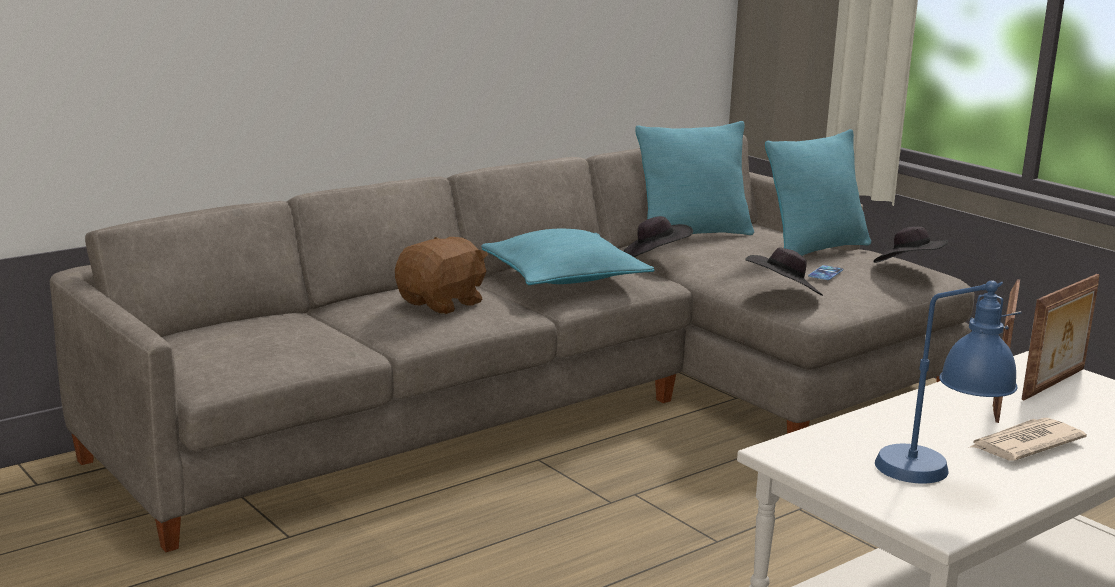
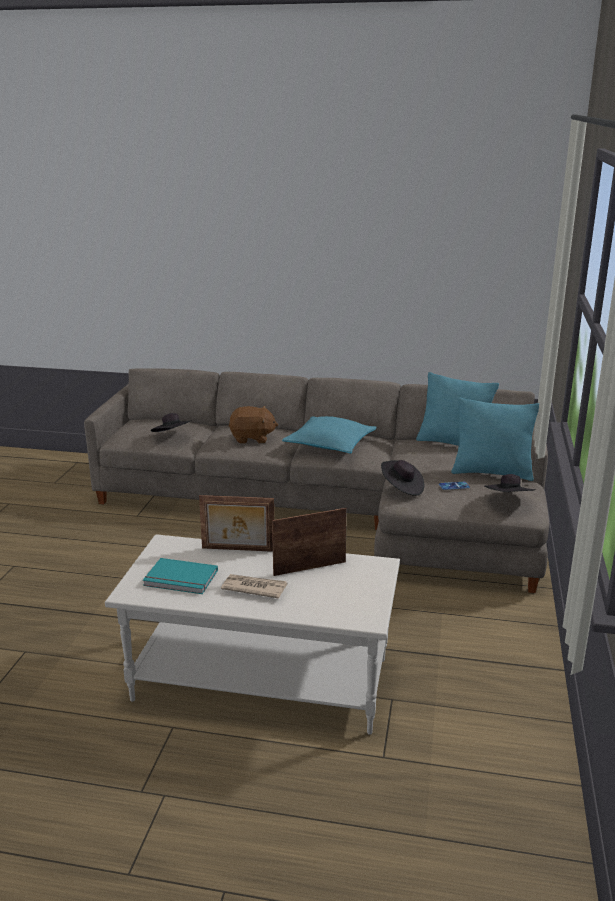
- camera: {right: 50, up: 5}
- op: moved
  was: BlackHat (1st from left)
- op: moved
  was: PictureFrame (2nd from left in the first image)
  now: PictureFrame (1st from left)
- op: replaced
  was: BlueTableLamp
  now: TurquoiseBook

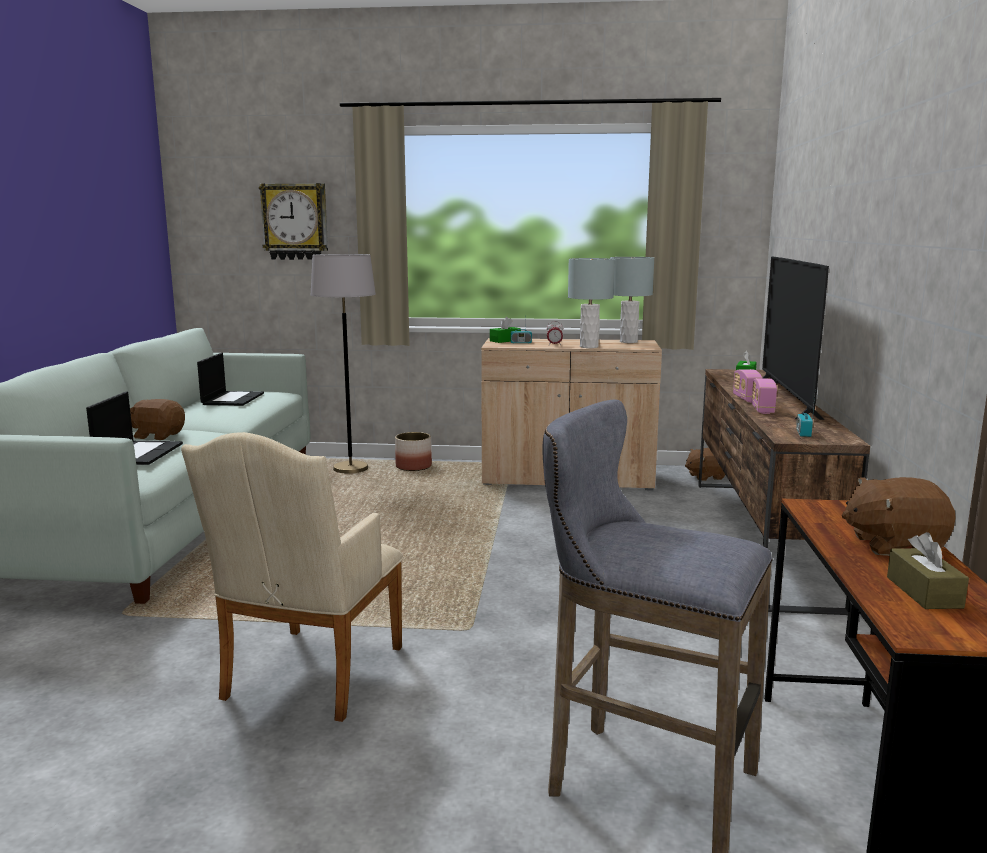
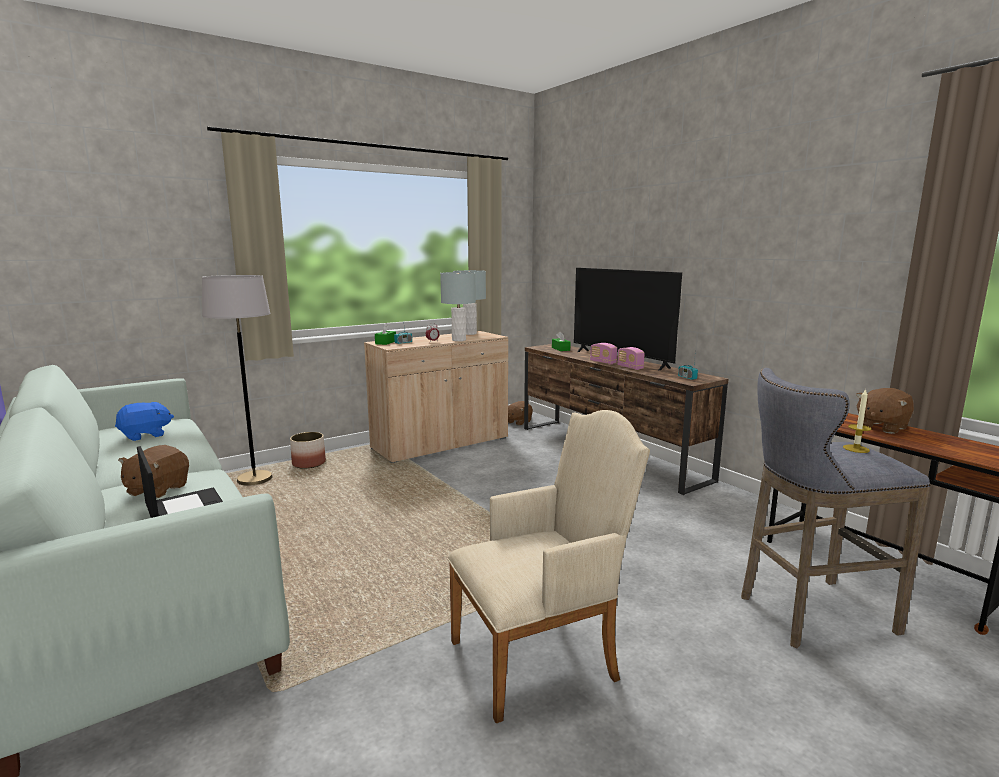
- camera: {right: -40, up: 0}
- op: removed
  was: WallClock
- op: removed
  was: BrownTissueBox
- op: added
  now: Candle
- op: replaced
  was: Laptop (2nd from left)
  now: BluePlushToy
- op: turned
  was: BrownPlushToy (1st from left)
  clockwise: -45
- op: turned
  was: BeigeArmchair
  clockwise: -90

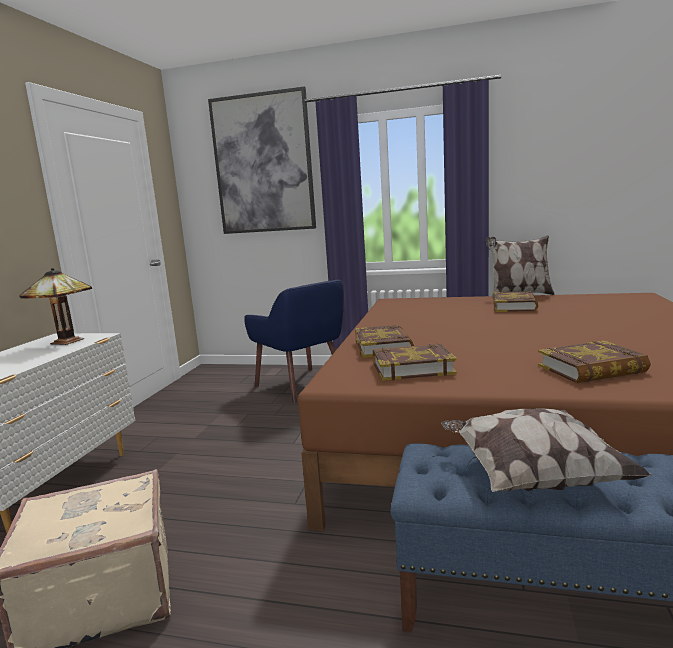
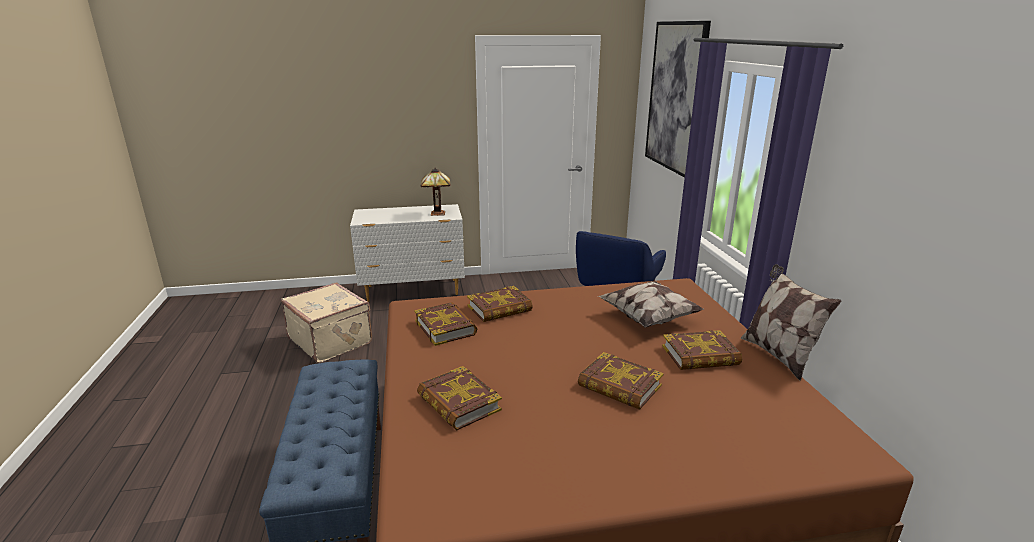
- camera: {right: 65, up: 10}
- op: added
  now: Book (4th from left)
- op: moved
  was: Pillow (2nd from left in the first image)
  now: Pillow (1st from left)

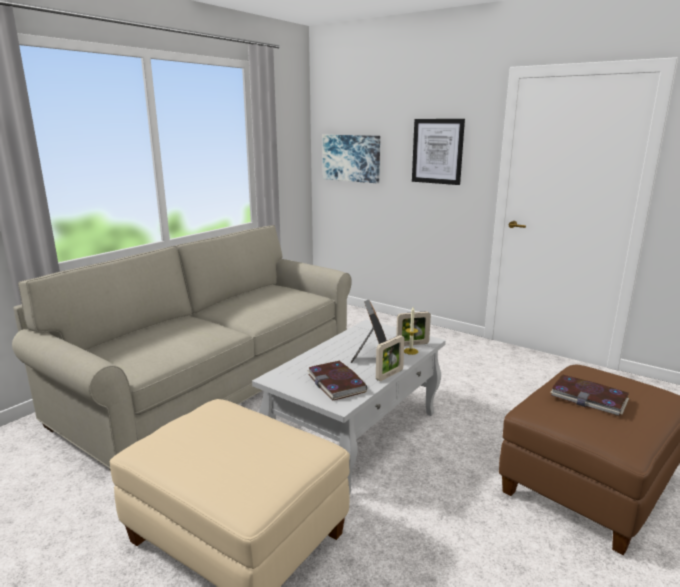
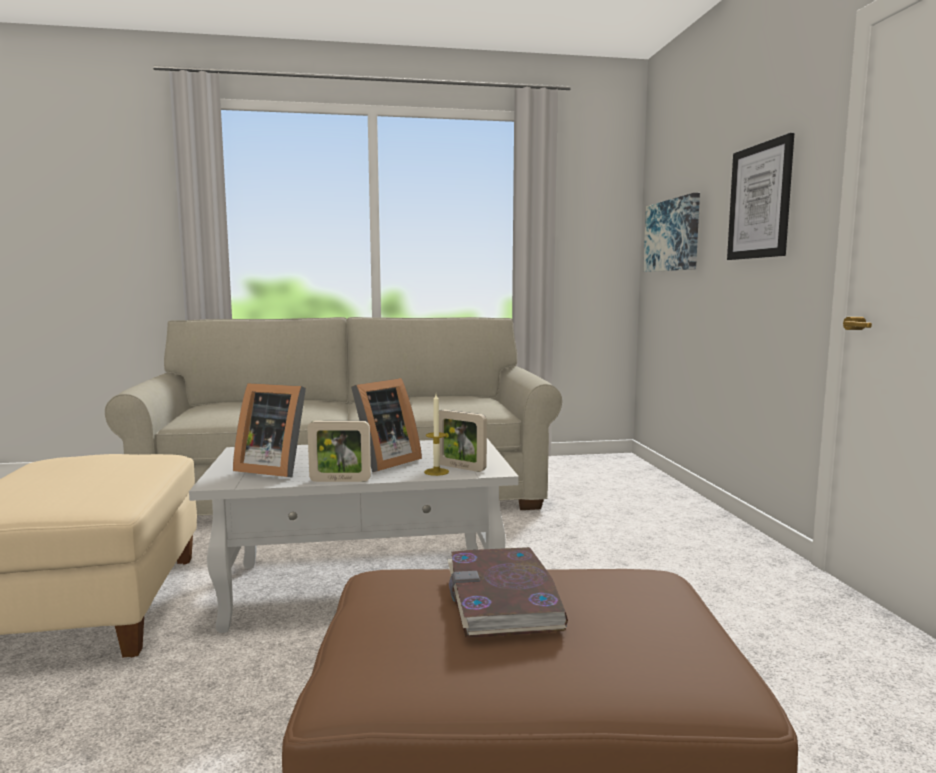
- camera: {right: 45, up: -10}
- op: replaced
  was: Book (1st from left)
  now: PictureFrame (1st from left)

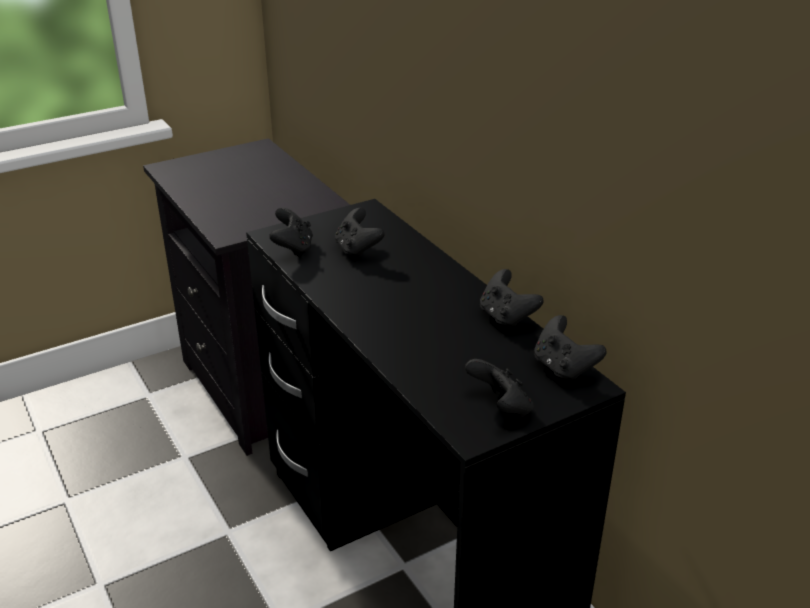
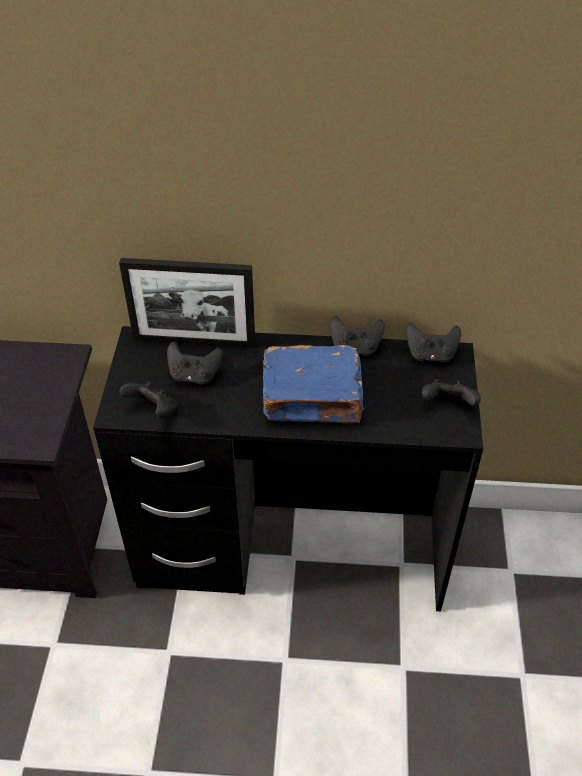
- camera: {right: -55, up: 15}
- op: added
  now: PictureFrame
- op: added
  now: BlueBook

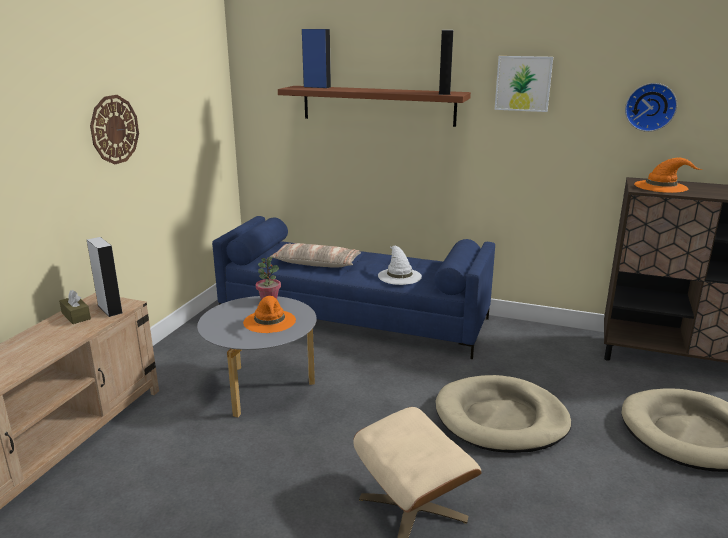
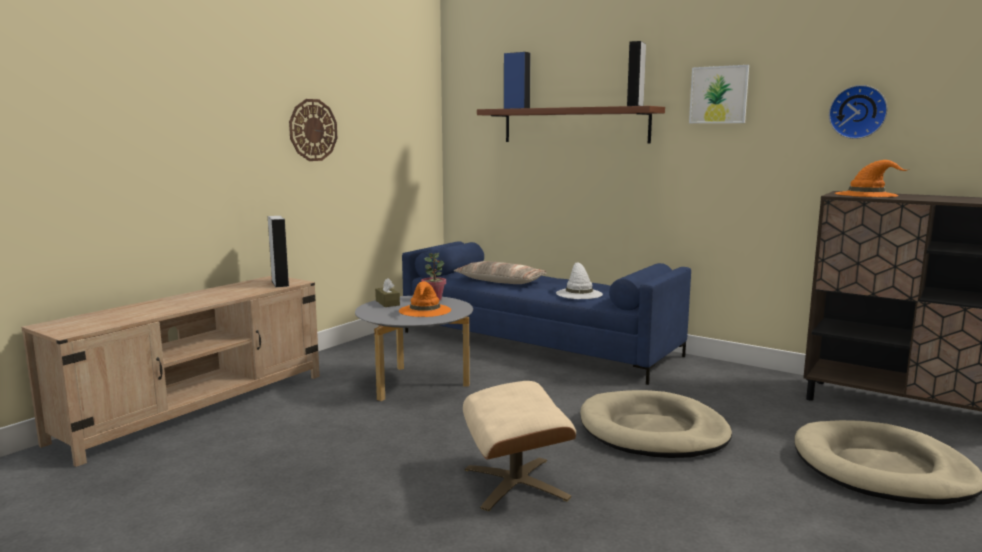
- camera: {right: 15, up: -10}
- op: moved
  was: BrownTissueBox

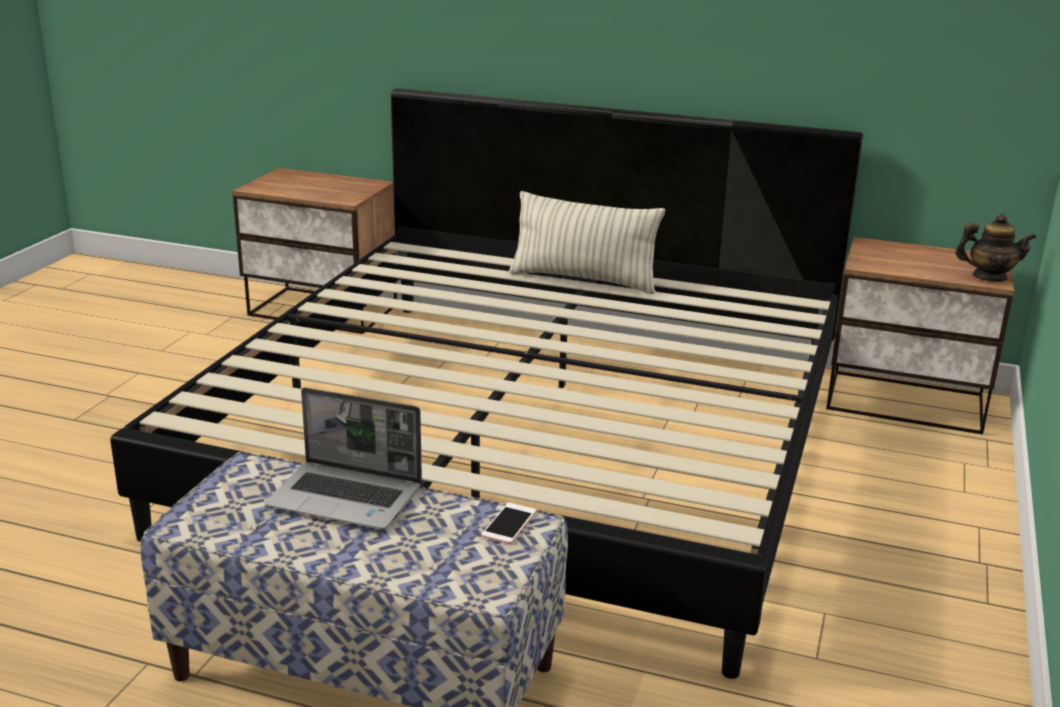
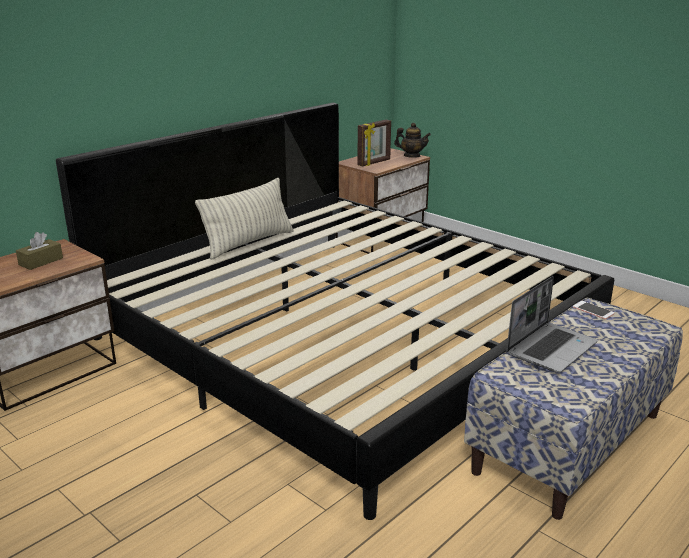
- camera: {right: -65, up: 0}
- op: added
  now: BrownTissueBox
- op: added
  now: PictureFrame
- op: turned
  was: Teapot
  clockwise: 75

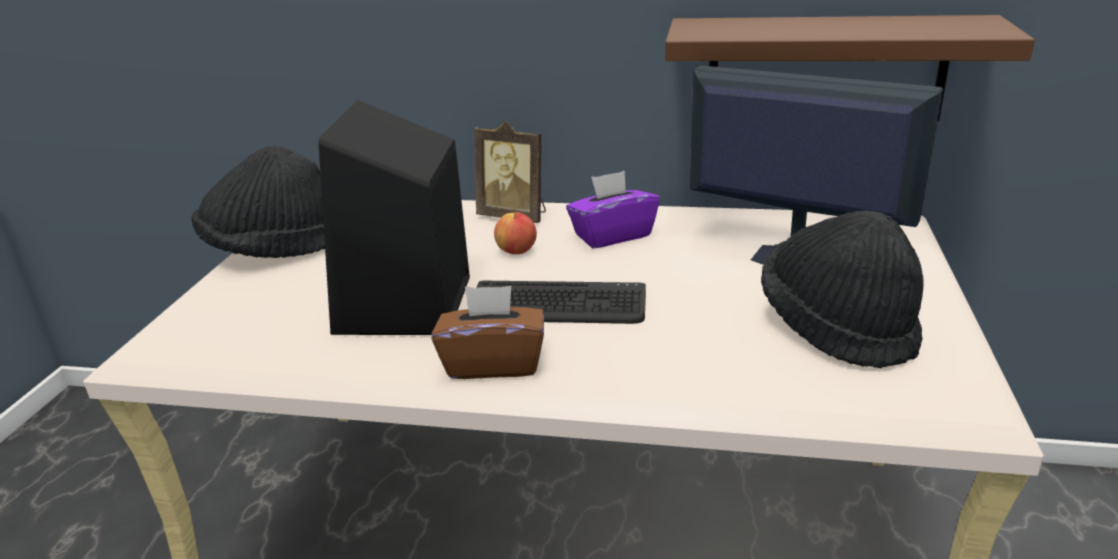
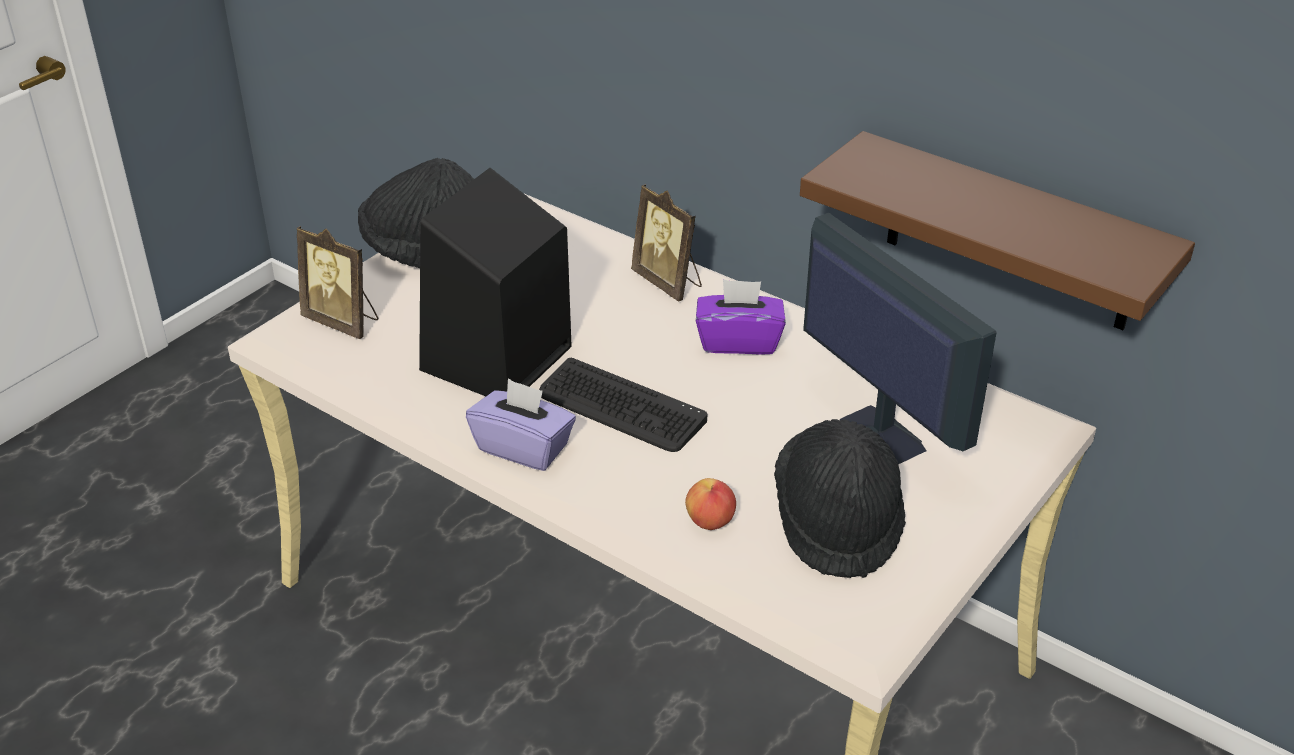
- camera: {right: 25, up: 10}
- op: added
  now: PictureFrame (1st from left)
- op: moved
  was: Apple
- op: recoloured
  was: BrownTissueBox
  now: PurpleTissueBox (1st from left)

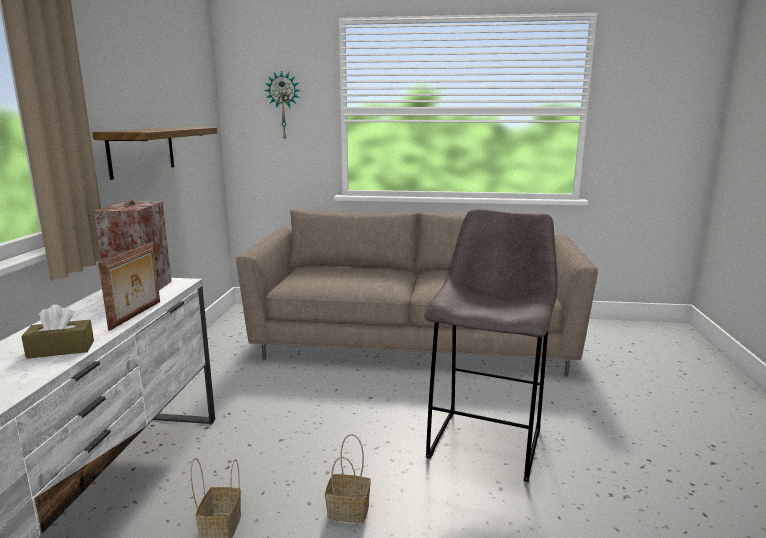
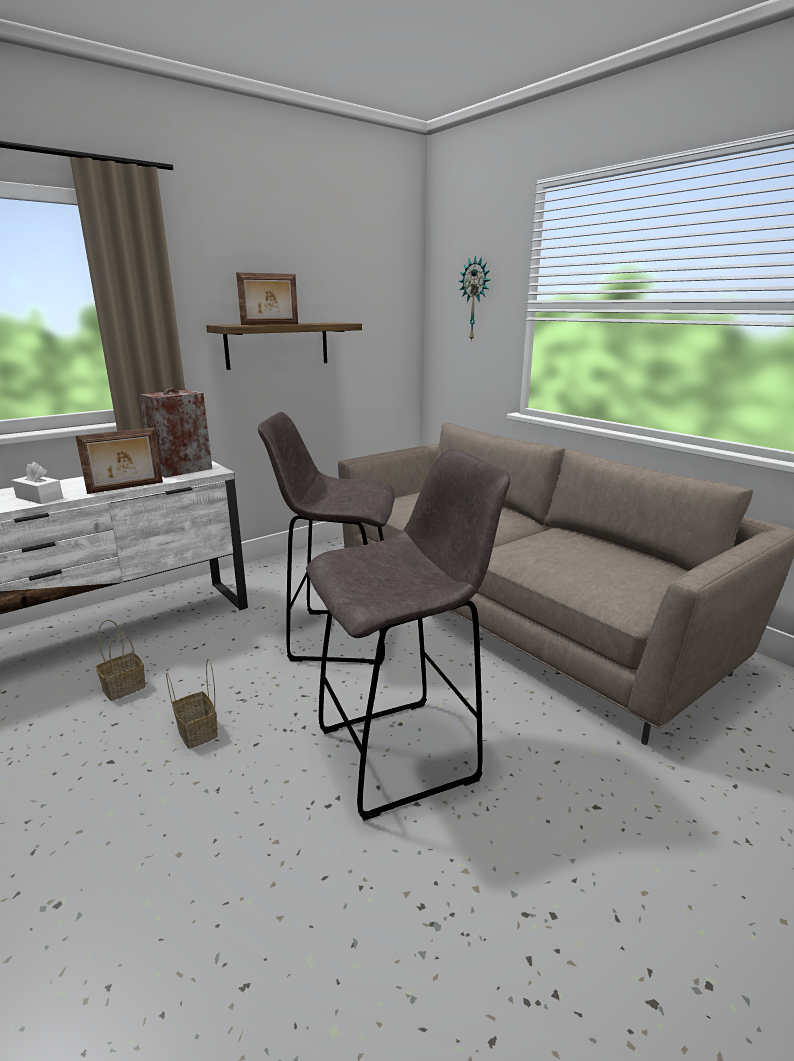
- camera: {right: 45, up: 5}
- op: added
  now: PictureFrame (2nd from left)
- op: added
  now: GreyStool (1st from left)
- op: recoloured
  was: BrownTissueBox
  now: WhiteTissueBox

